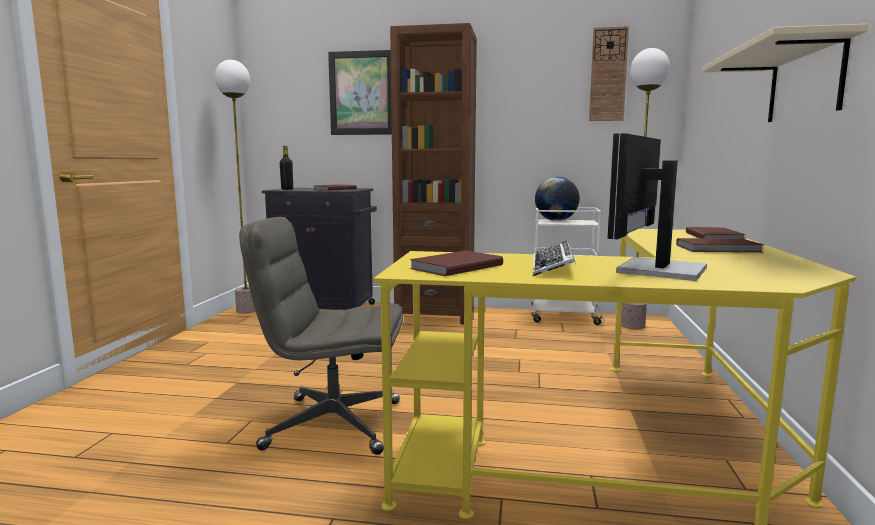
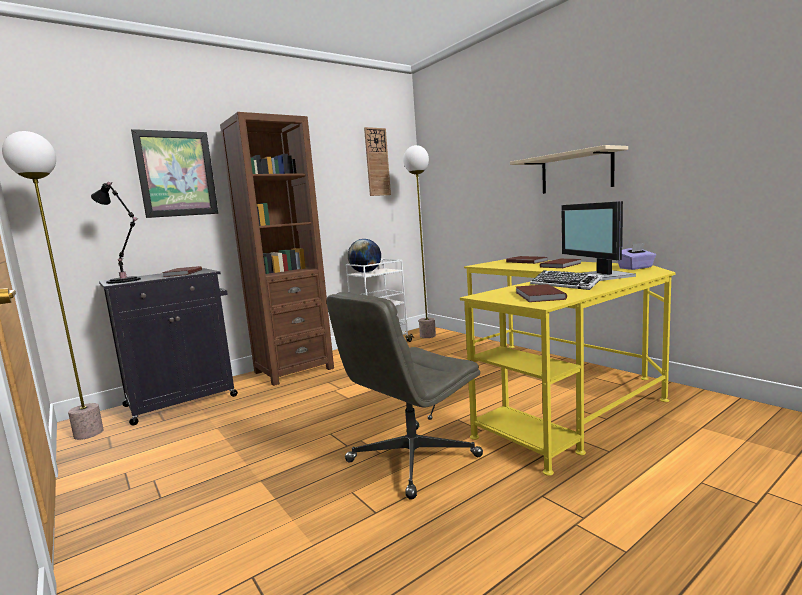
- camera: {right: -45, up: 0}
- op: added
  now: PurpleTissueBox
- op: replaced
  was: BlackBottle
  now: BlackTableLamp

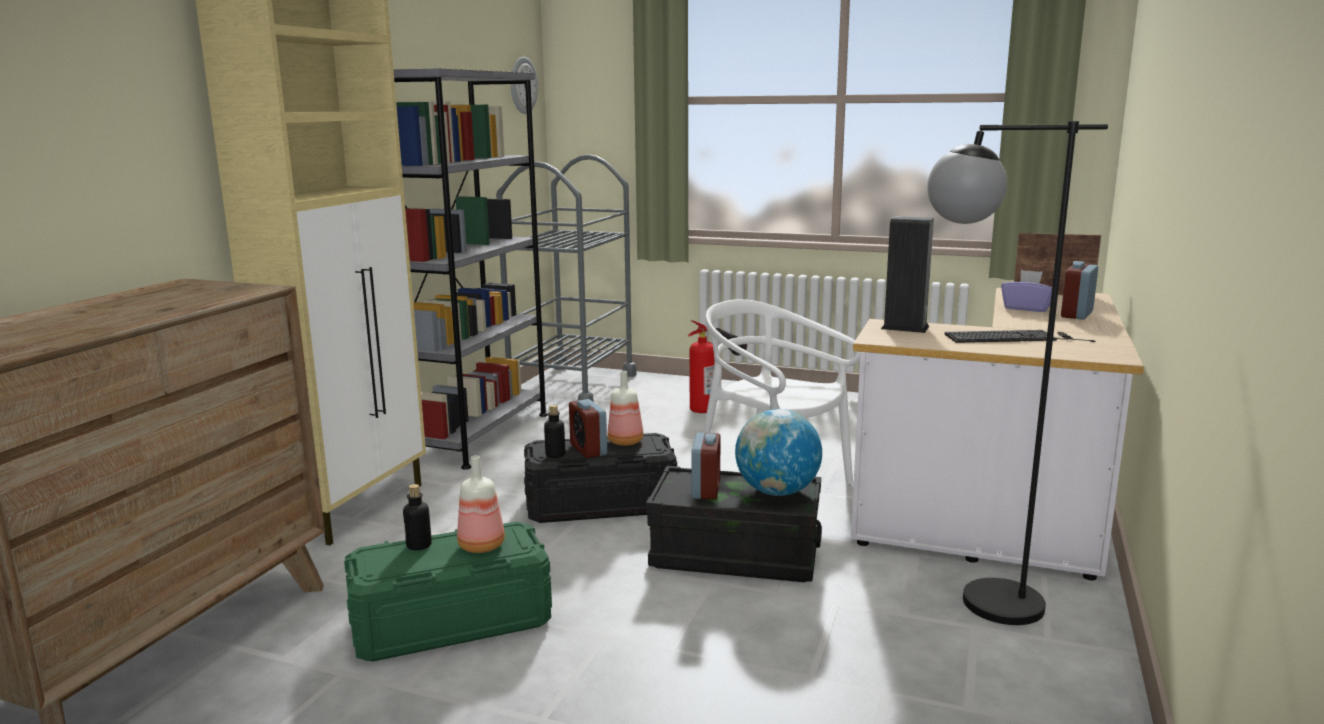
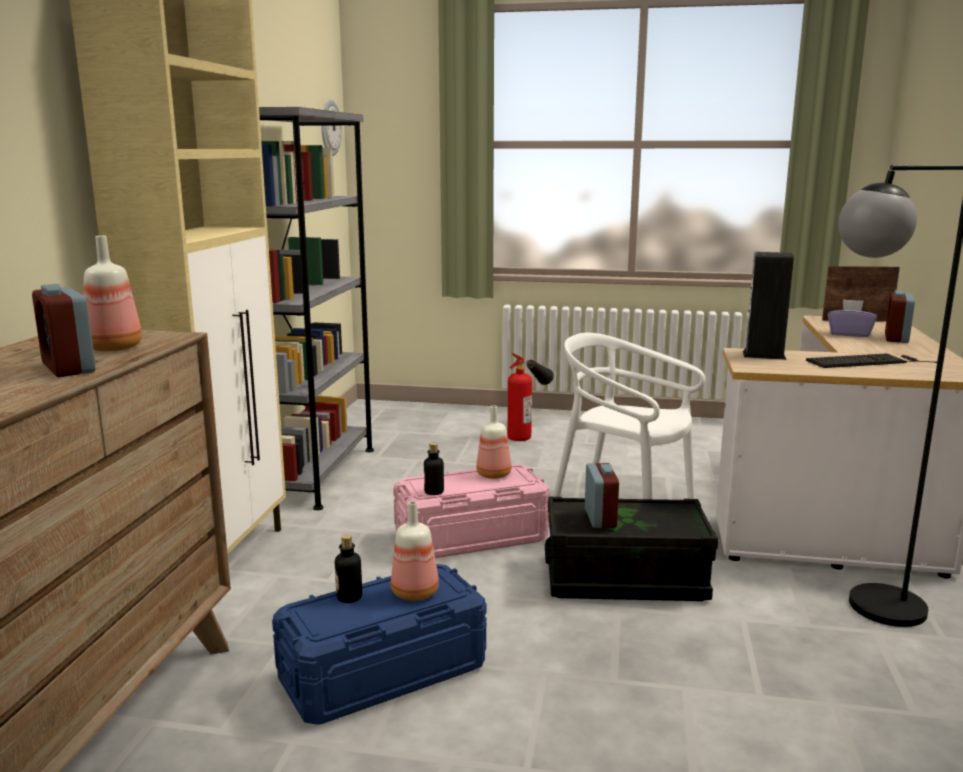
- camera: {right: -10, up: 0}
- op: removed
  was: GreyCart
- op: removed
  was: Globe
- op: added
  now: Bottle (1st from left)
- op: moved
  was: AlarmClock (1st from left)
- op: recoloured
  was: GreenStorageBox
  now: BlueStorageBox
- op: recoloured
  was: BlackStorageBox (1st from left)
  now: PinkStorageBox

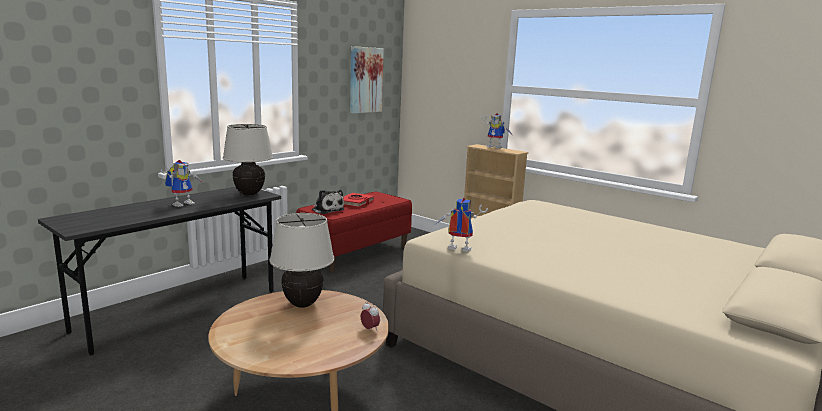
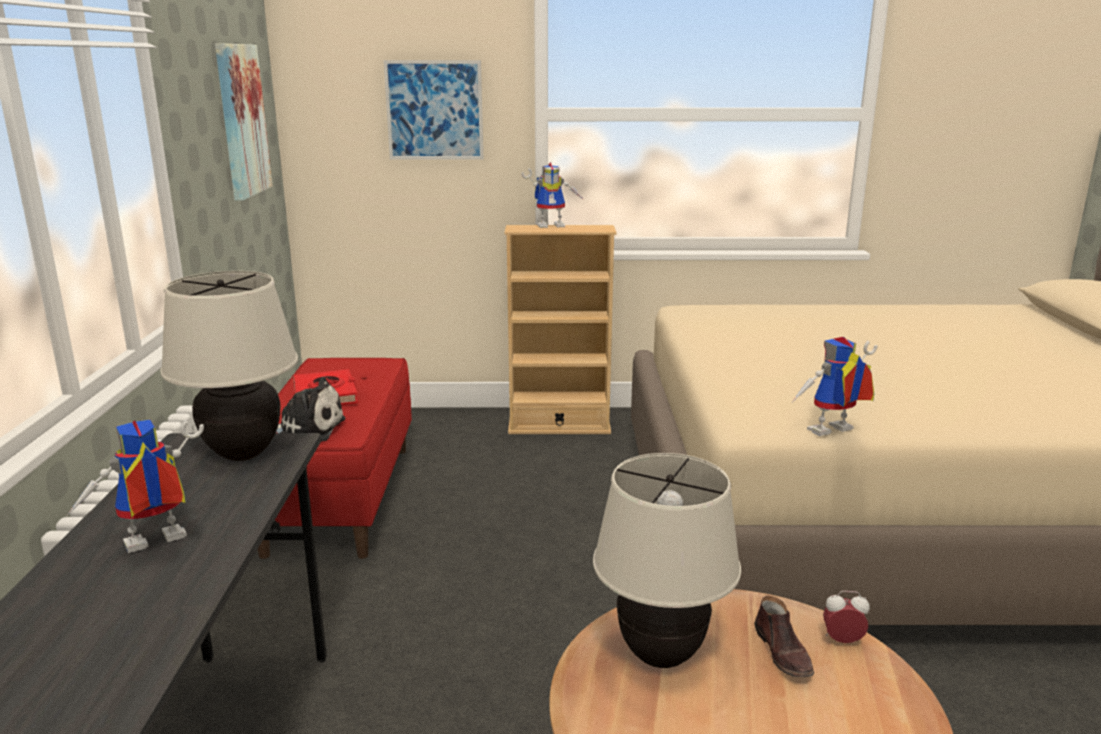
- camera: {right: -40, up: 5}
- op: added
  now: Picture (2nd from left)
- op: added
  now: BrownShoe
- op: turned
  was: ToyRobot (1st from left)
  clockwise: -120

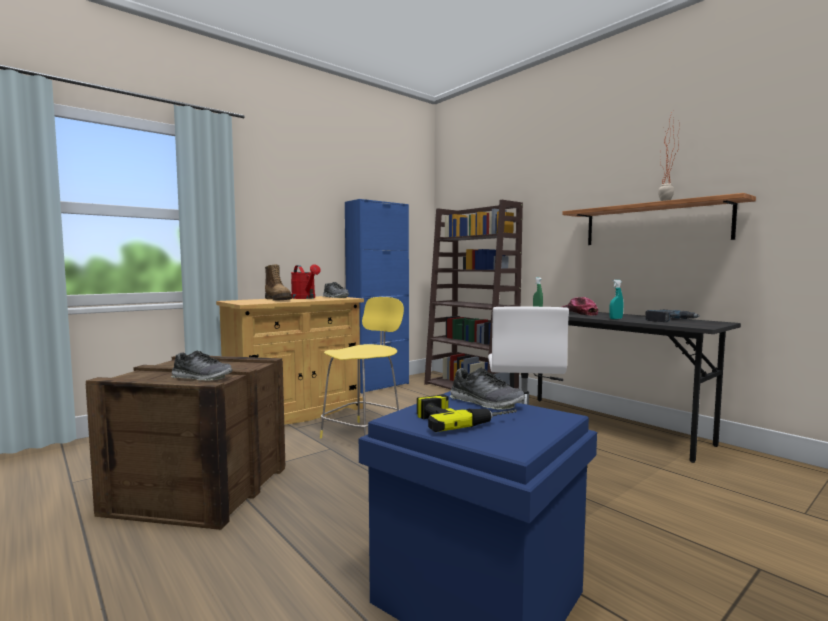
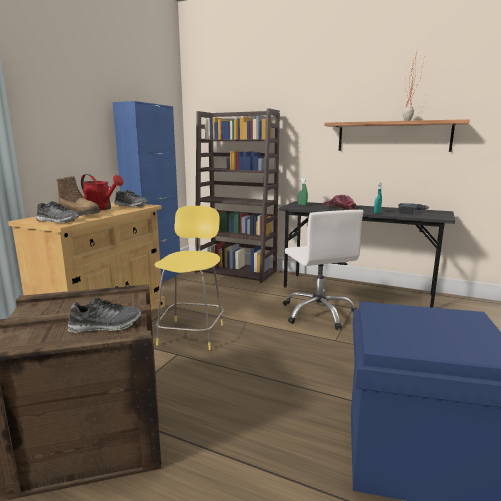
- camera: {right: -25, up: 10}
- op: removed
  was: PowerDrill (1st from left)
- op: moved
  was: Shoe (3rd from left in the first image)
  now: Shoe (1st from left)

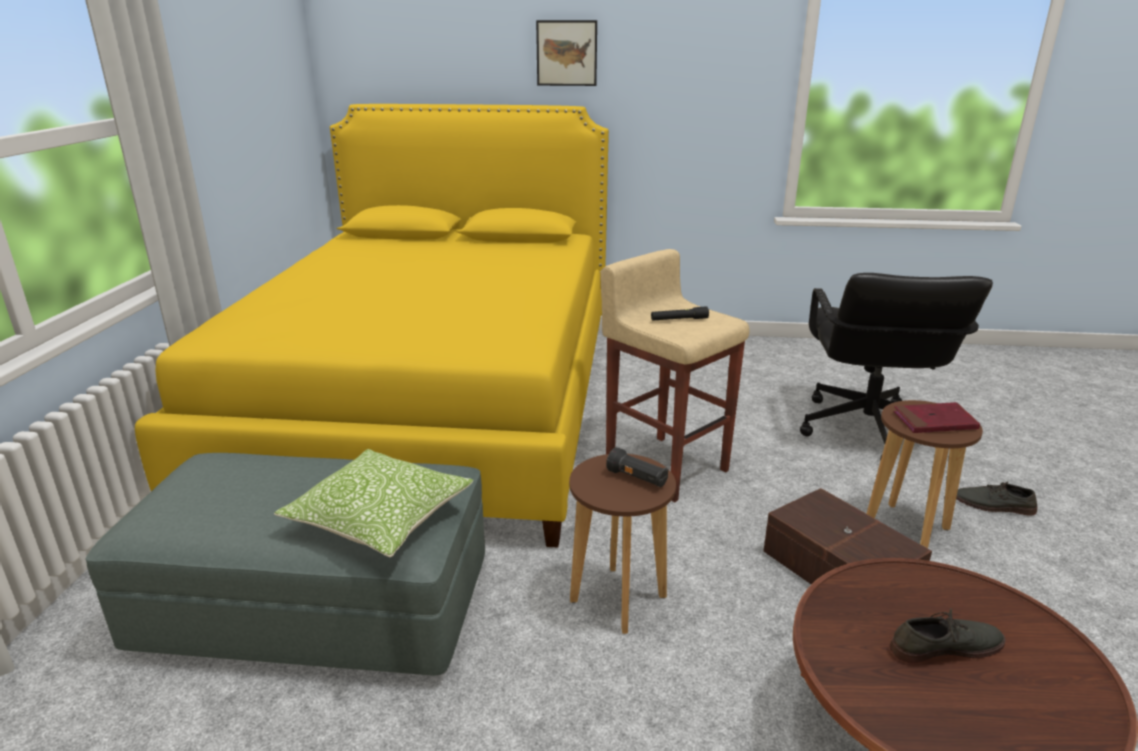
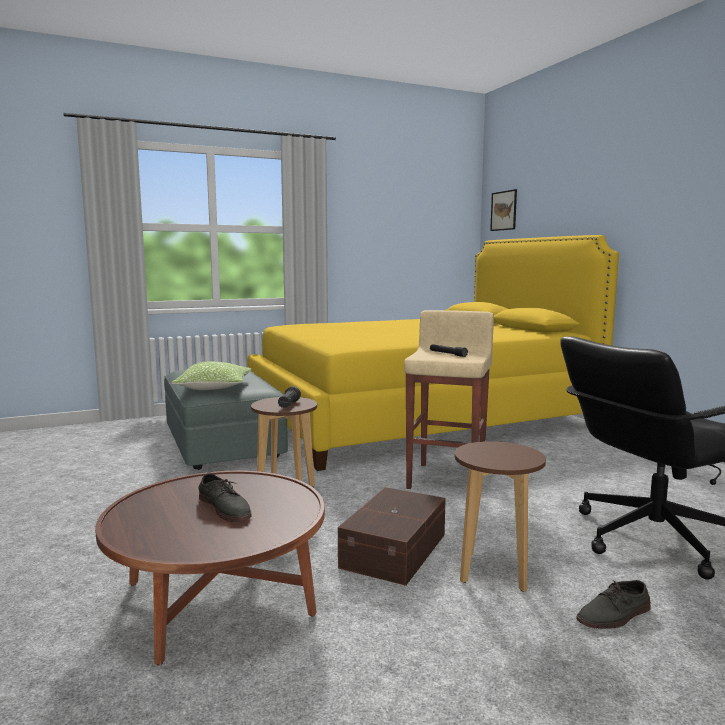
- camera: {right: 60, up: -15}
- op: removed
  was: RedBook
- op: moved
  was: Picture
- op: turned
  was: GreyShoe (2nd from left)
  clockwise: -105

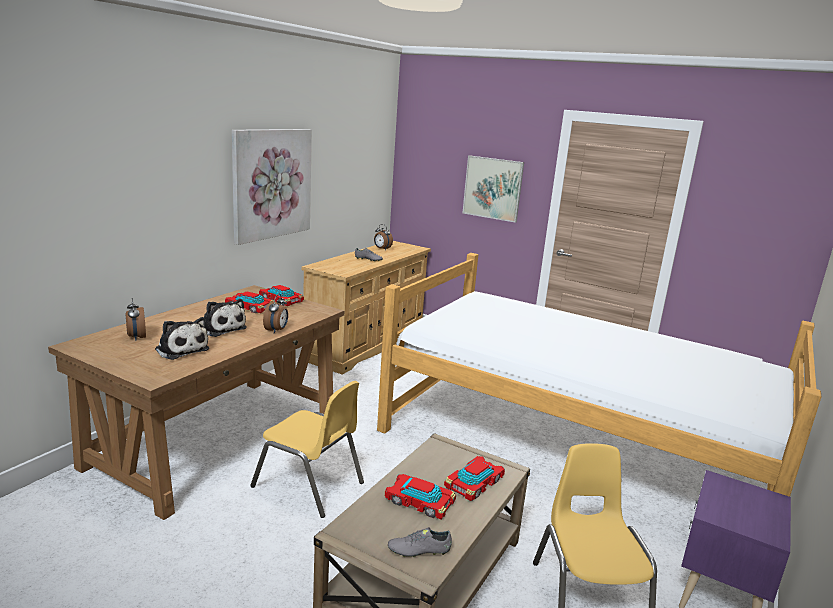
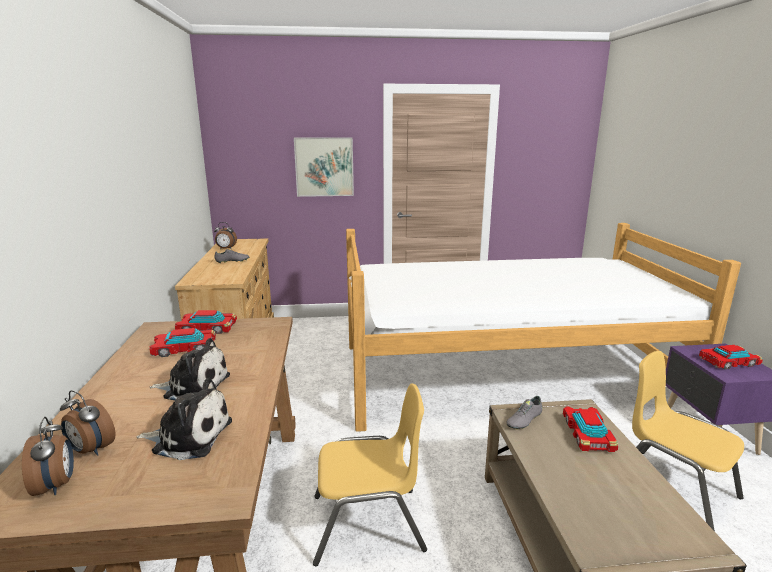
- camera: {right: -35, up: 0}
- op: removed
  was: Picture (1st from left)
- op: moved
  was: AlarmClock (2nd from left in the first image)
  now: AlarmClock (1st from left)
- op: moved
  was: ToyCar (3rd from left in the first image)
  now: ToyCar (4th from left)
- op: moved
  was: GreyShoe (2nd from left)

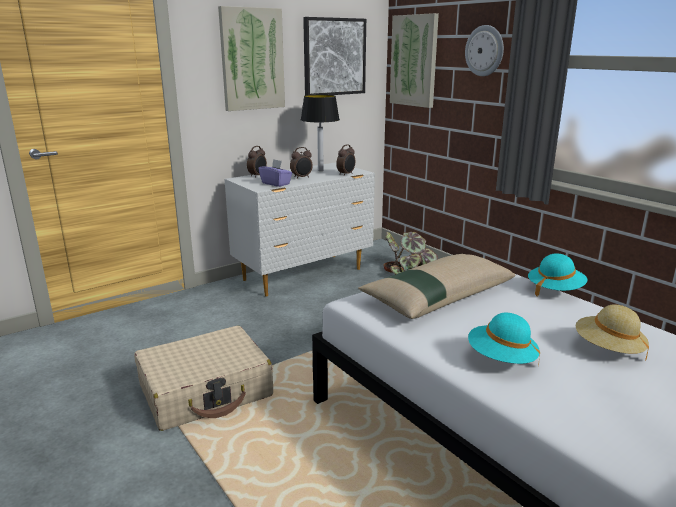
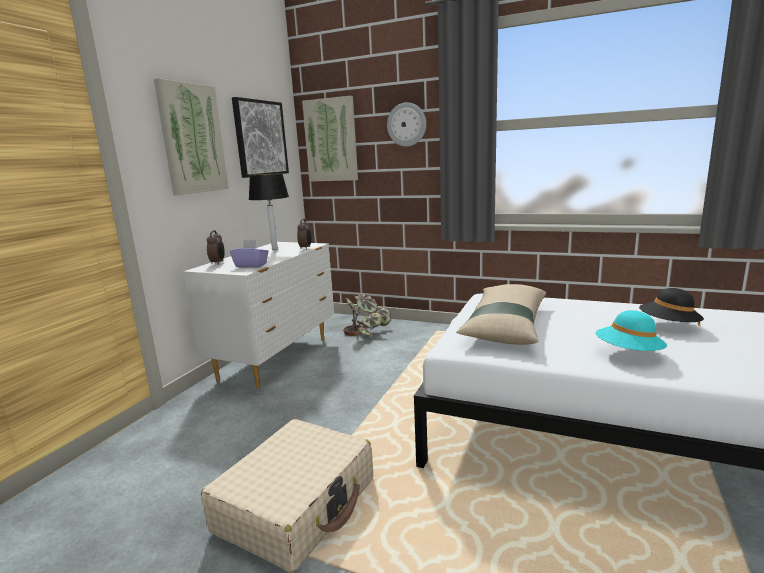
- camera: {right: -30, up: -5}
- op: removed
  was: AlarmClock (2nd from left)
- op: removed
  was: TurquoiseHat (2nd from left)
- op: recoloured
  was: BeigeHat
  now: BlackHat

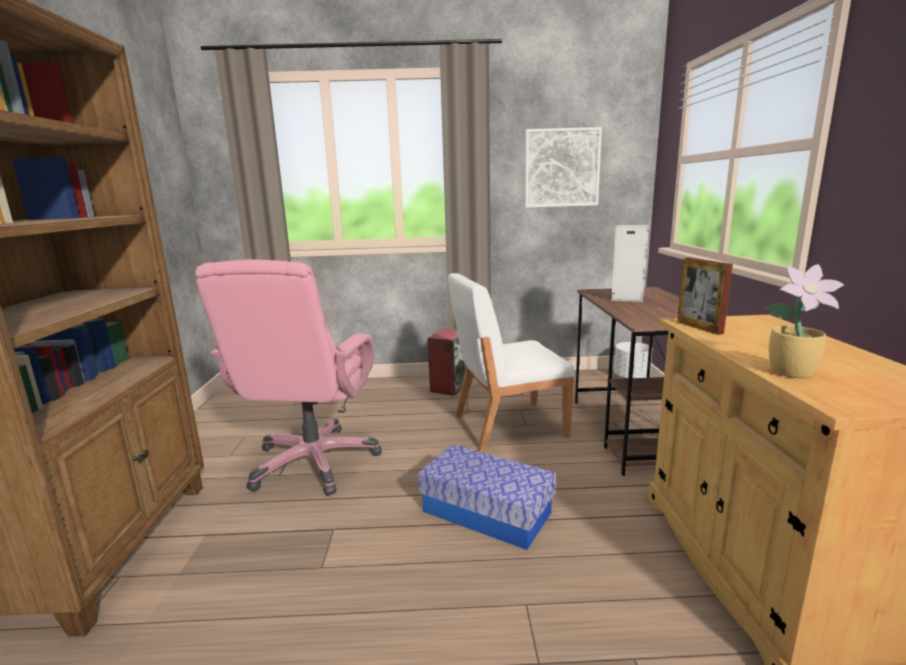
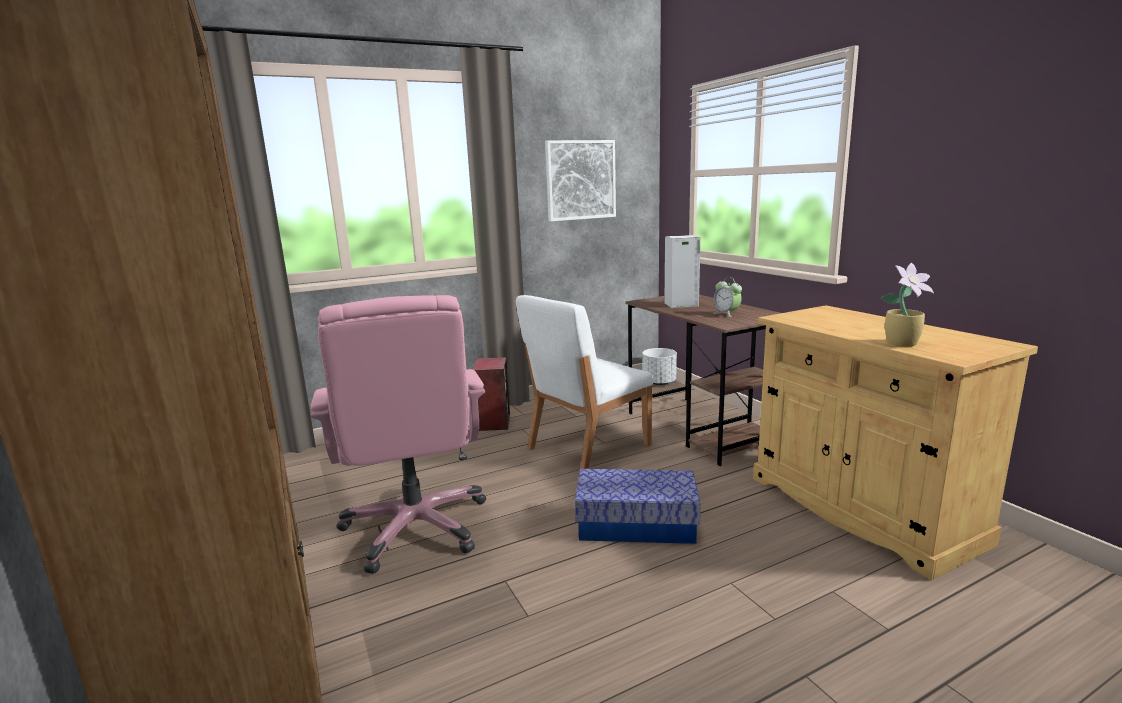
- camera: {right: -25, up: 0}
- op: removed
  was: PictureFrame
- op: added
  now: AlarmClock

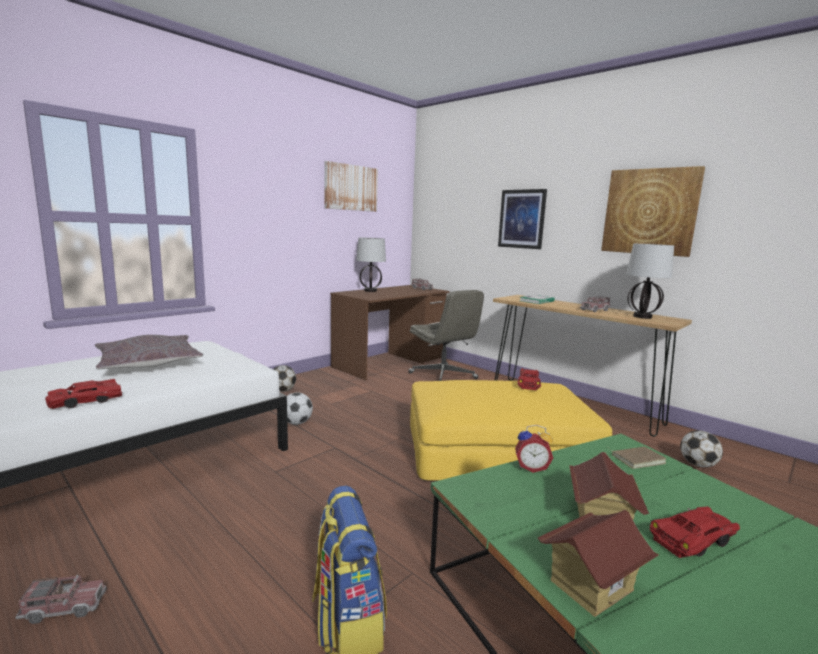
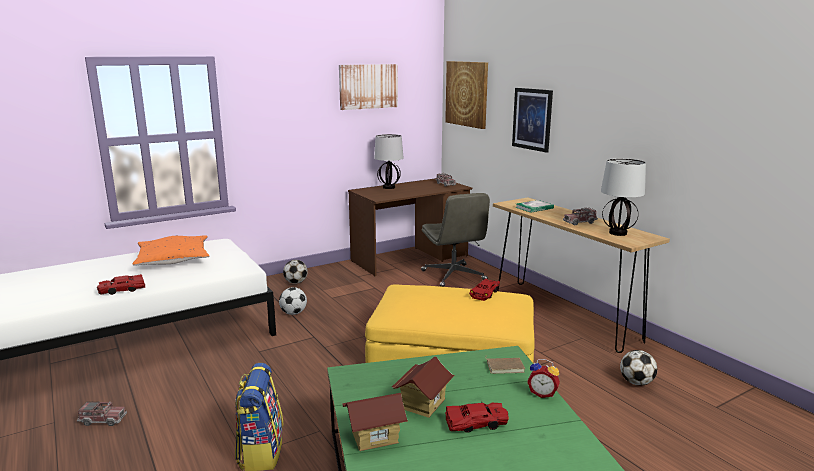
- camera: {right: 15, up: 5}
- op: moved
  was: AlarmClock
- op: moved
  was: Picture (3rd from left in the first image)
  now: Picture (2nd from left)
- op: recoloured
  was: GreyPillow
  now: OrangePillow

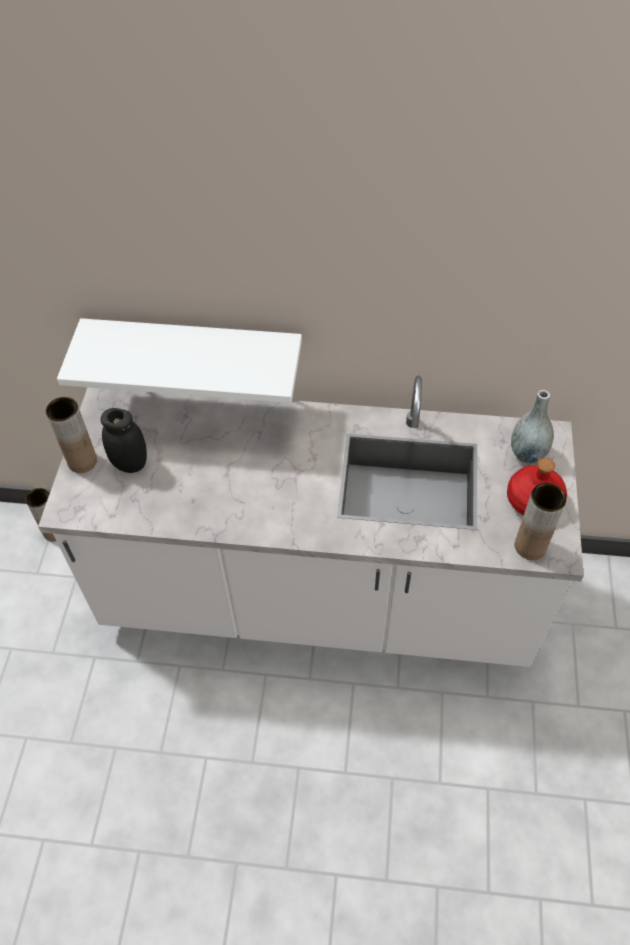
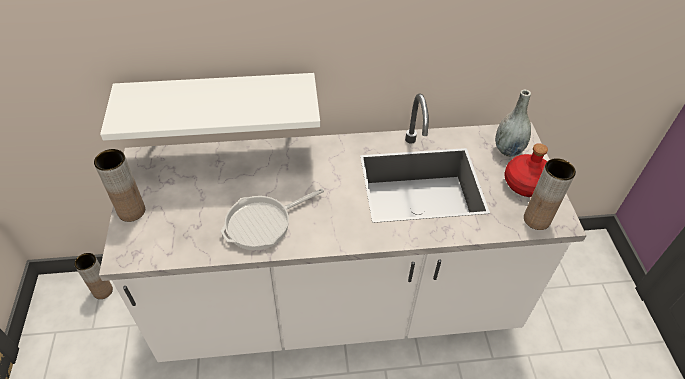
- camera: {right: -15, up: -5}
- op: removed
  was: BlackJar
- op: added
  now: FryingPan

